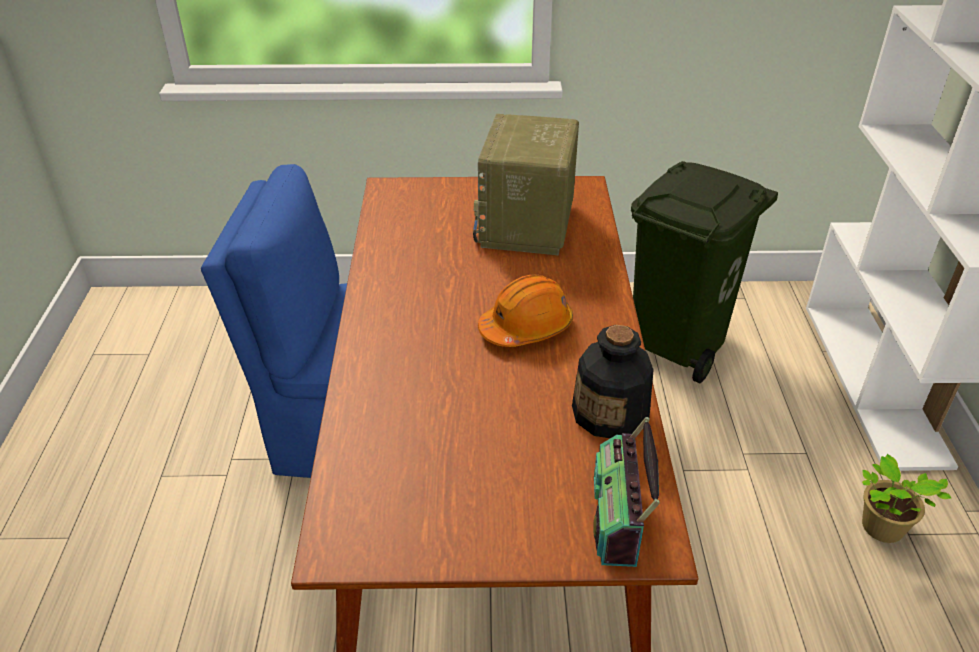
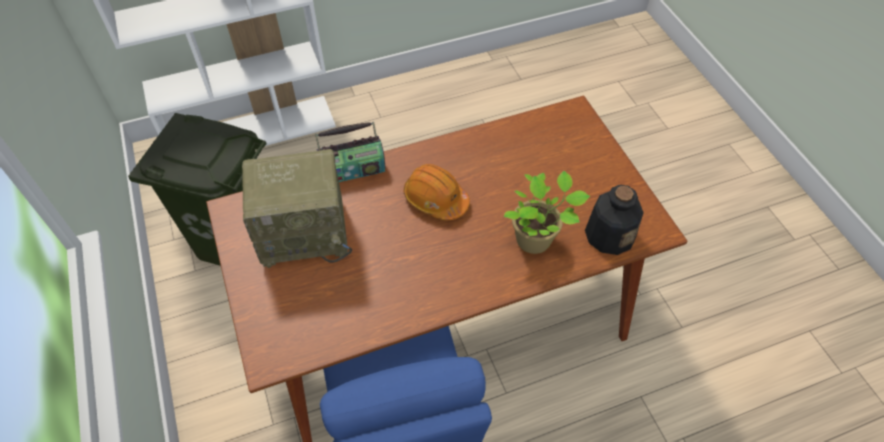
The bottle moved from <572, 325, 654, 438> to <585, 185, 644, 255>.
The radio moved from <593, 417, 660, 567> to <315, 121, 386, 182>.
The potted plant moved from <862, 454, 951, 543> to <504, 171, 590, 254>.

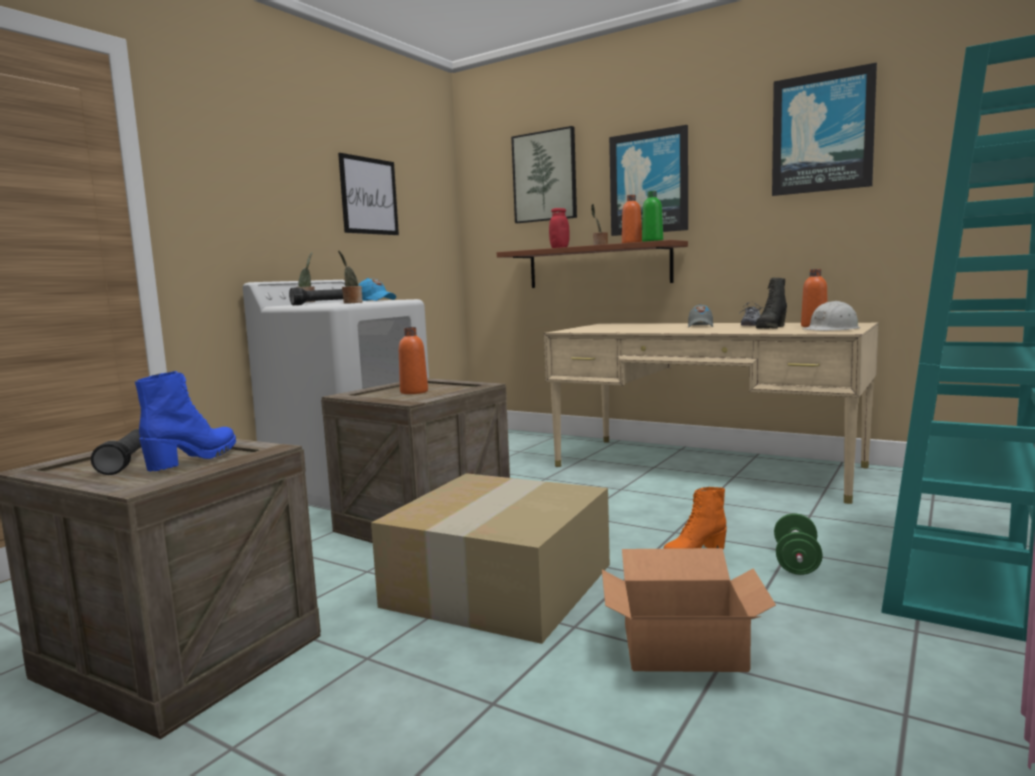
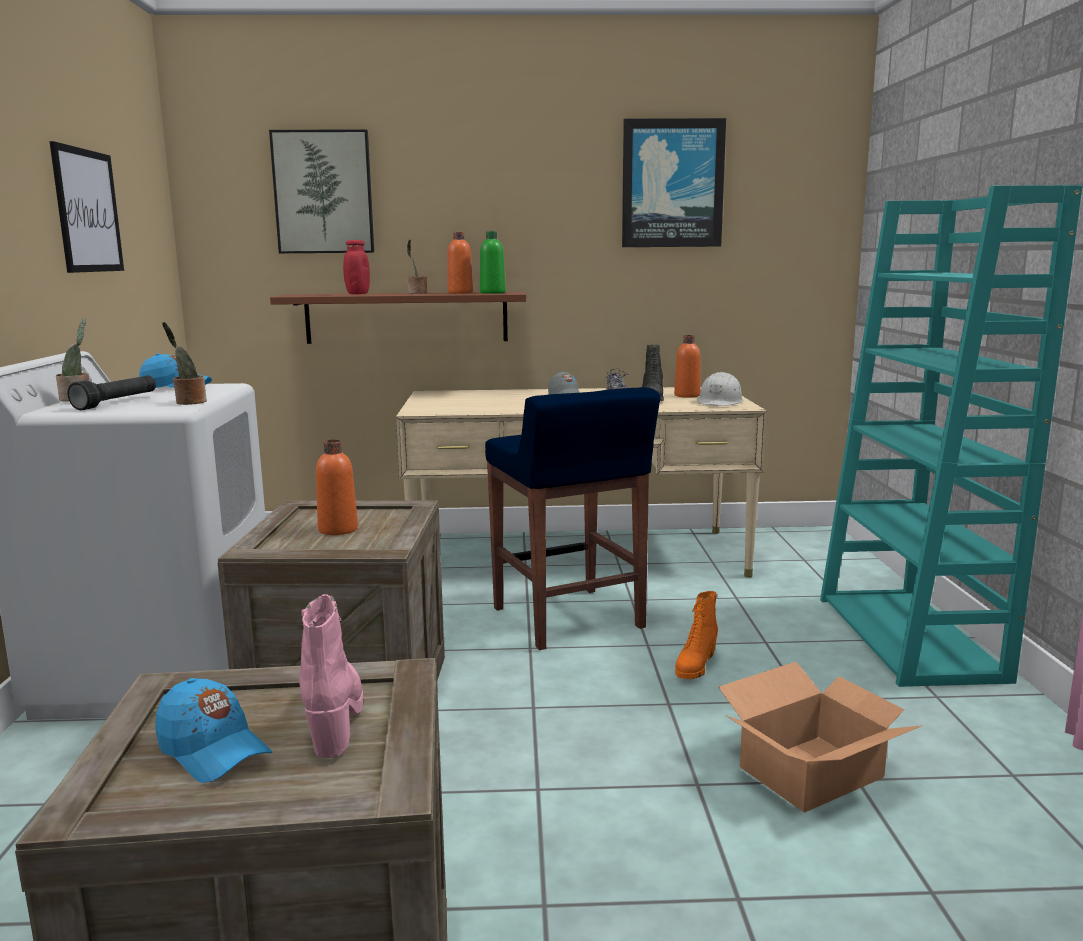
The torch (blackish) at <91, 429, 141, 475> was replaced by the cap (bluish) at <155, 678, 273, 783>.
The boot (bluish) at <135, 371, 236, 471> became the boot (pink-coloured) at <299, 594, 364, 758>.
The packing box at <371, 473, 610, 644> disappeared.
The picture at <609, 125, 688, 236> disappeared.
The hand weight (greenish) at <774, 513, 823, 575> disappeared.
The stool seat (bluish) at <485, 387, 660, 650> appeared.

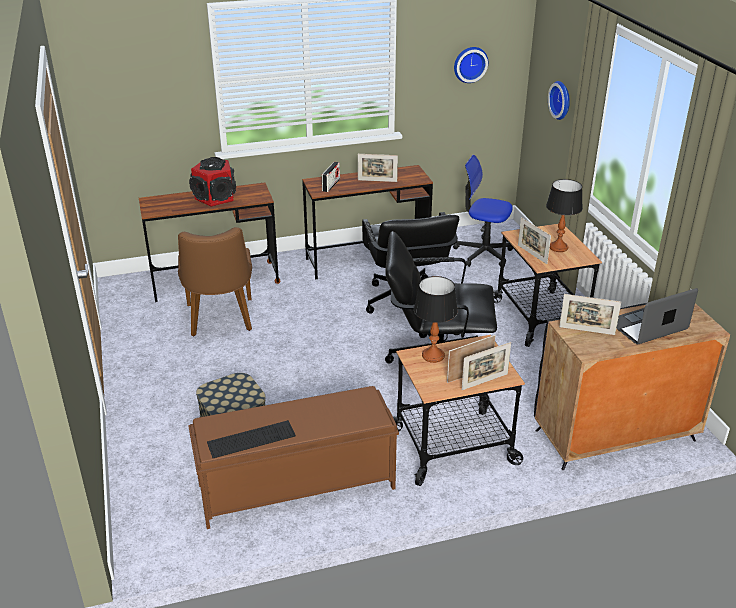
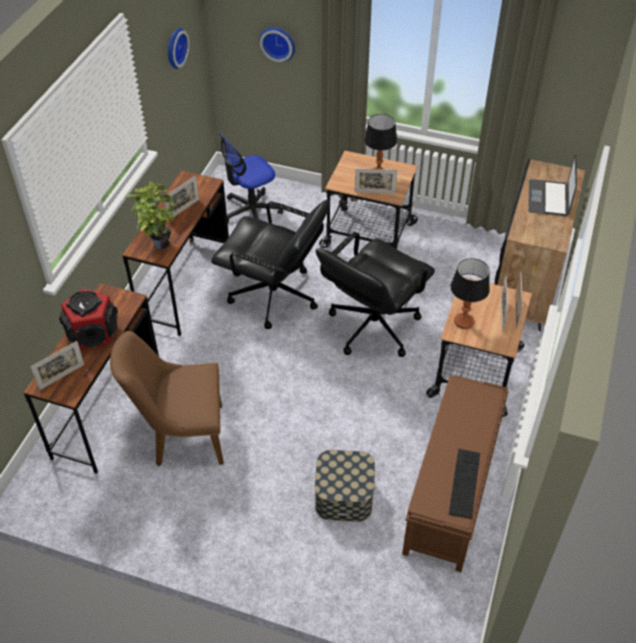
The chair (brown) at <178, 227, 252, 337> turned 150 degrees clockwise.
The radio at <322, 162, 340, 192> was replaced by the potted plant at <124, 181, 175, 249>.
The picture frame moved from <559, 294, 621, 335> to <31, 341, 84, 390>.

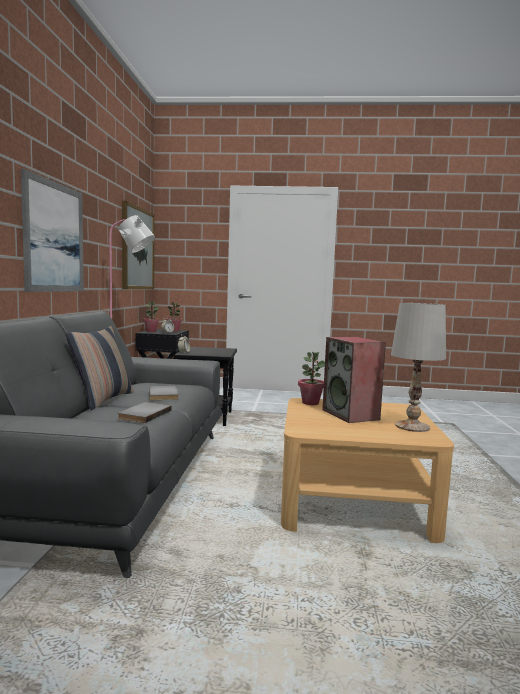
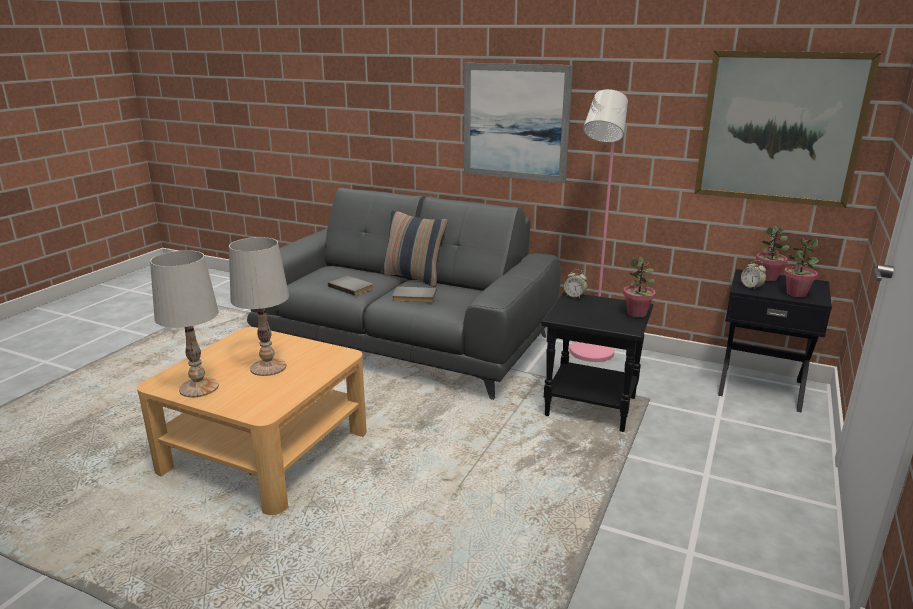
The potted plant moved from <298, 352, 325, 405> to <623, 257, 656, 317>.
The loudspeaker at <322, 337, 386, 423> was replaced by the tabletop lamp (white) at <229, 237, 289, 376>.

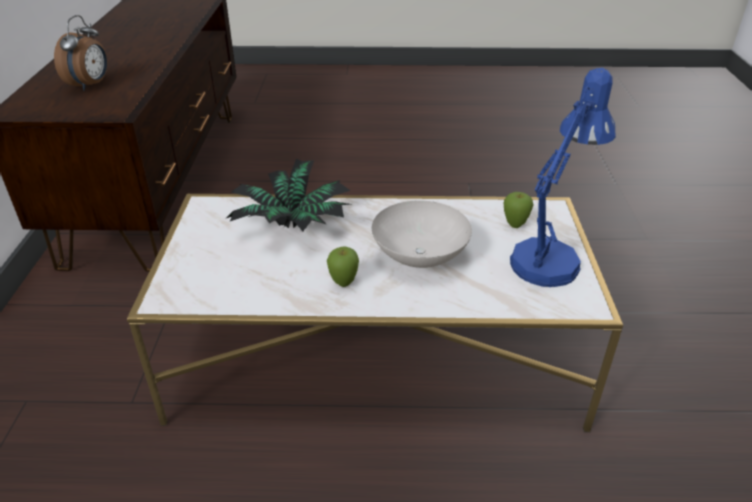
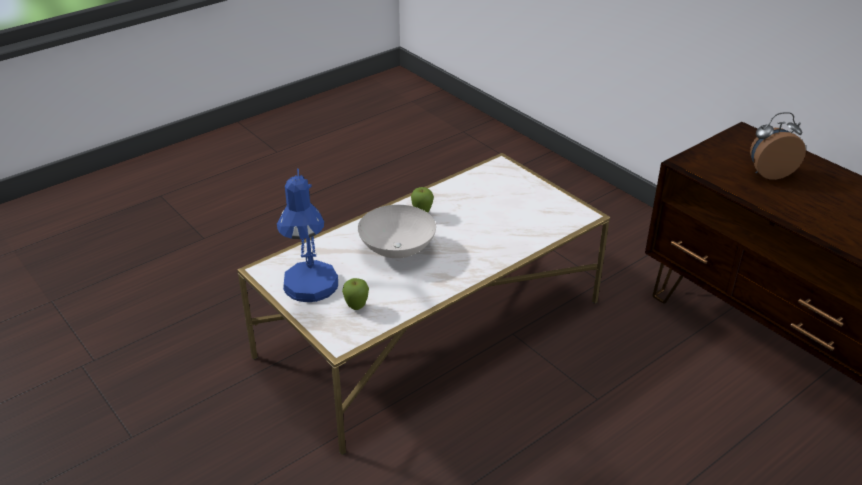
The alarm clock at <54, 15, 107, 91> turned 105 degrees clockwise.
The potted plant at <225, 158, 351, 231> disappeared.

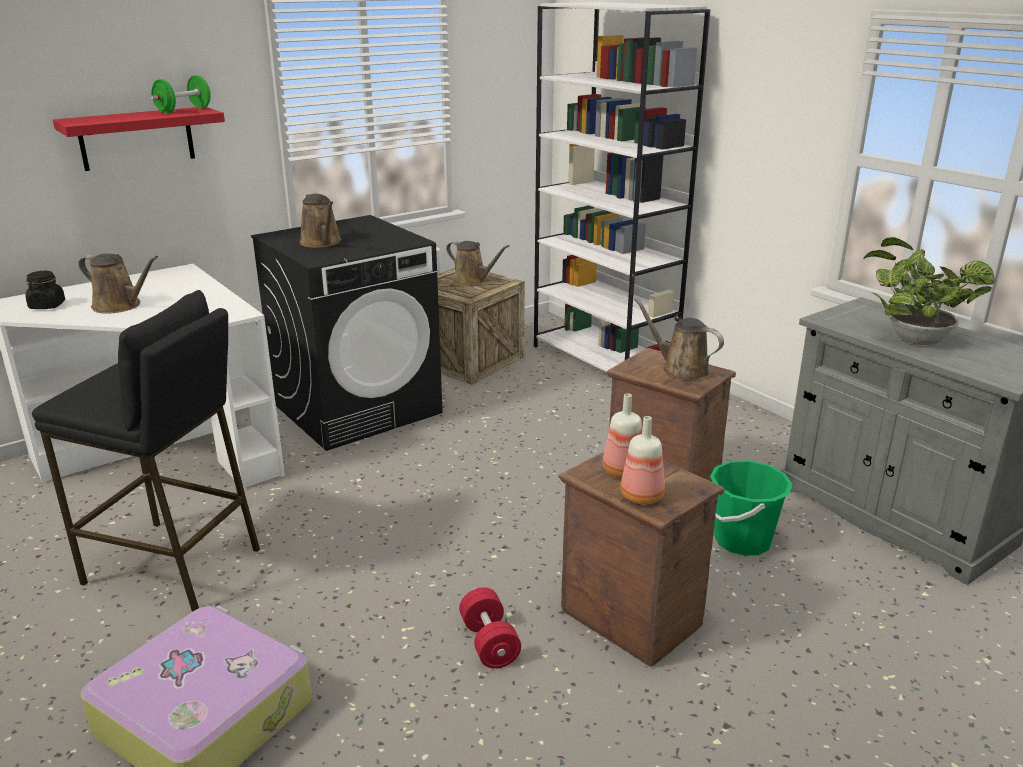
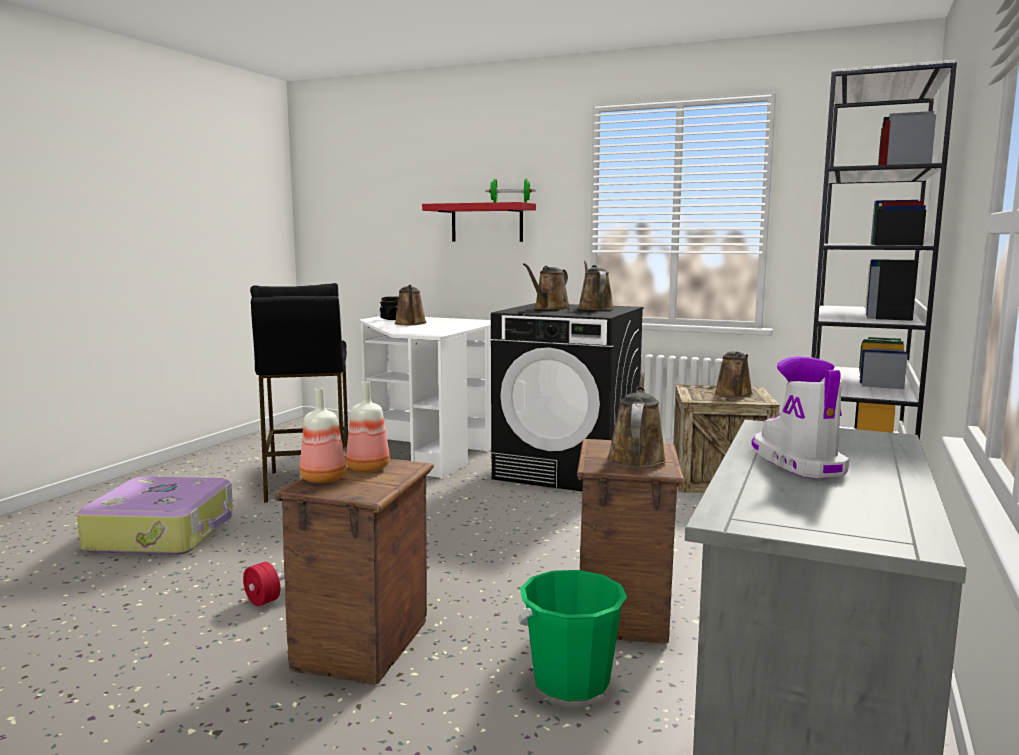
The potted plant at <863, 237, 995, 345> was replaced by the boot at <752, 356, 849, 479>.
The watering pot (brown) at <578, 261, 614, 310> appeared.

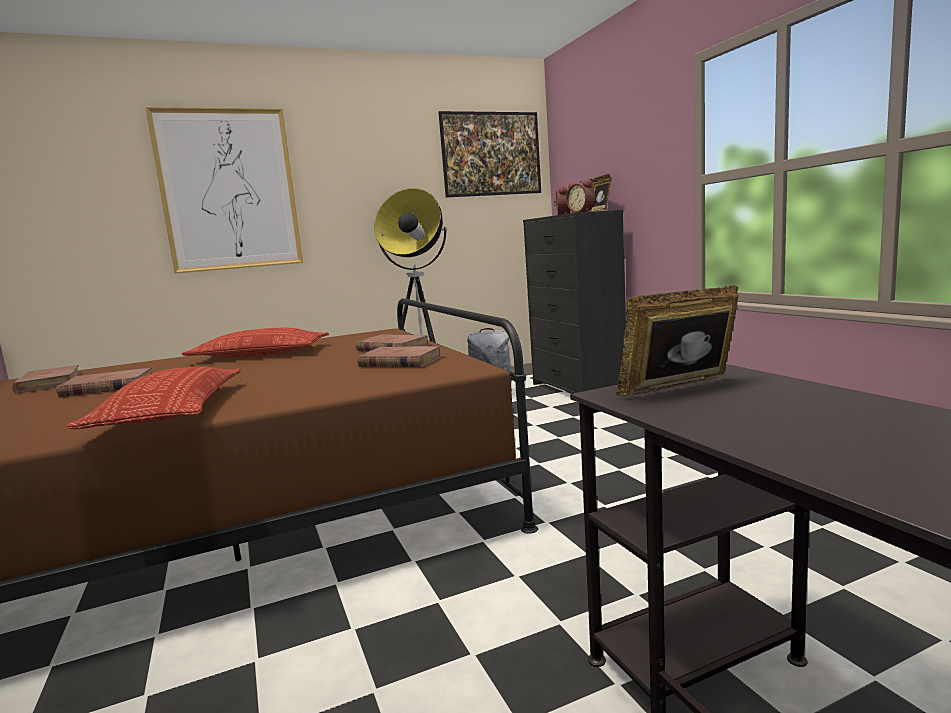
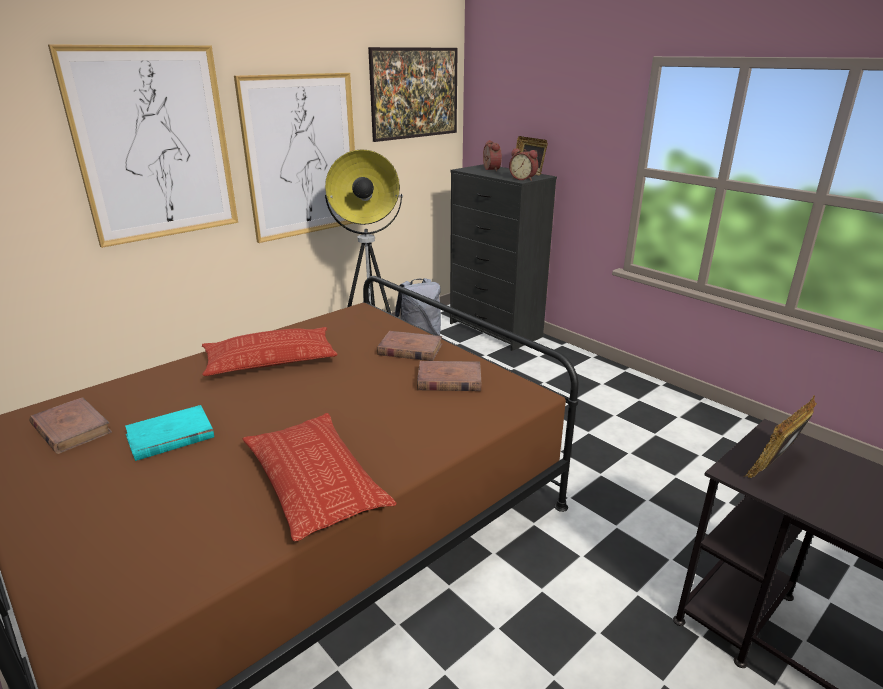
The book (brown) at <56, 367, 152, 398> became the book (blue-green) at <125, 405, 214, 461>.
The picture at <234, 73, 355, 243> appeared.

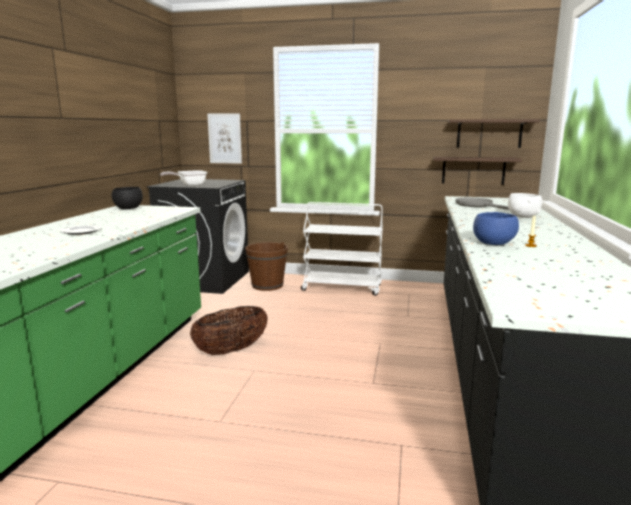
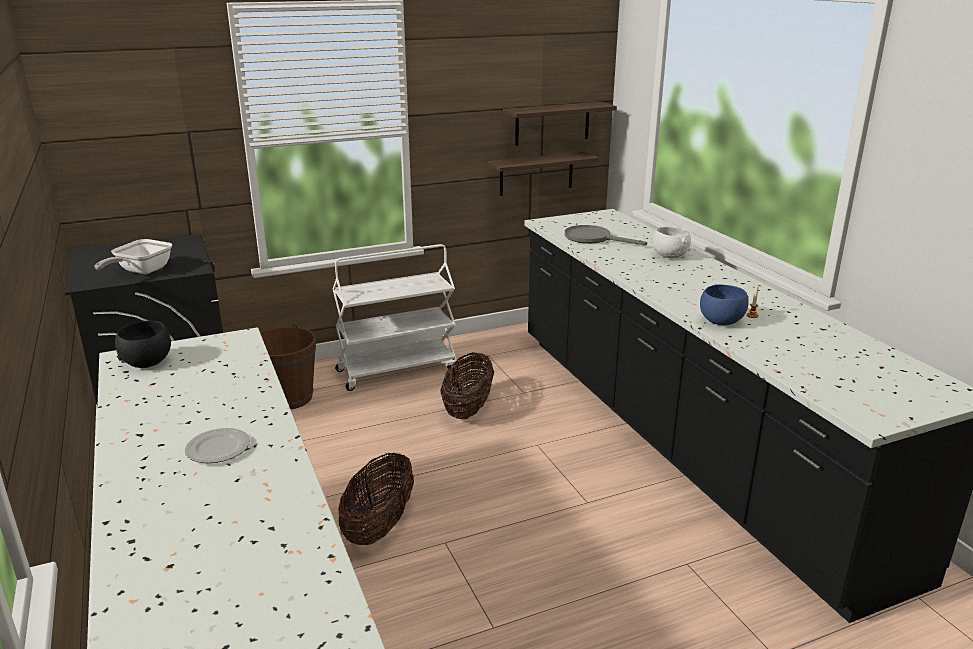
The picture at <207, 113, 242, 164> disappeared.
The storage basket at <440, 352, 494, 419> appeared.

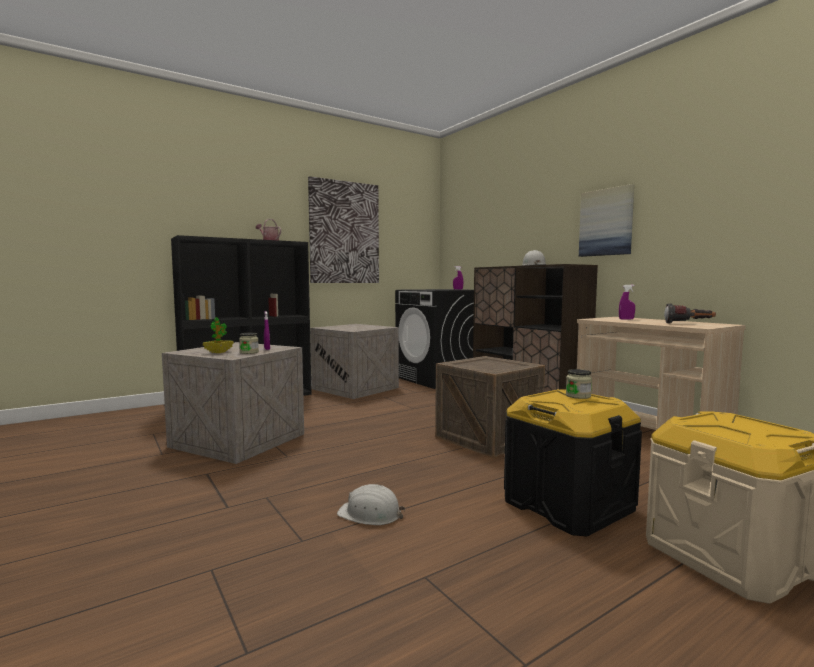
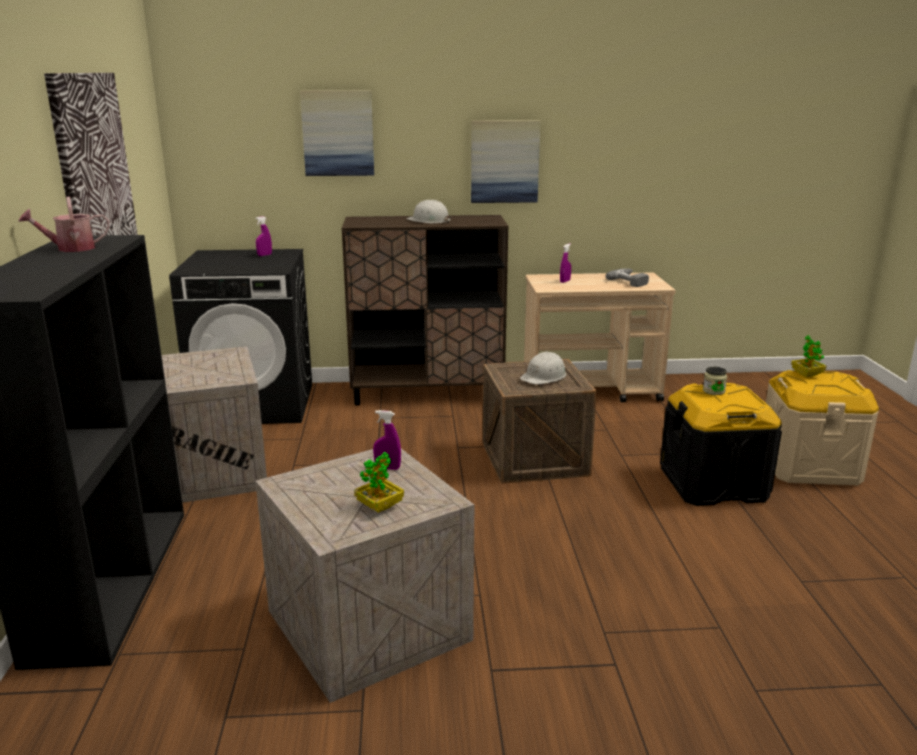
The preserve jar at <239, 333, 259, 354> disappeared.
The safety helmet (white) moved from <337, 484, 405, 525> to <520, 351, 567, 385>.
The torch at <664, 303, 716, 324> was replaced by the electric drill at <606, 268, 649, 287>.
The picture at <300, 91, 374, 176> appeared.
The potted plant at <791, 335, 827, 377> appeared.

